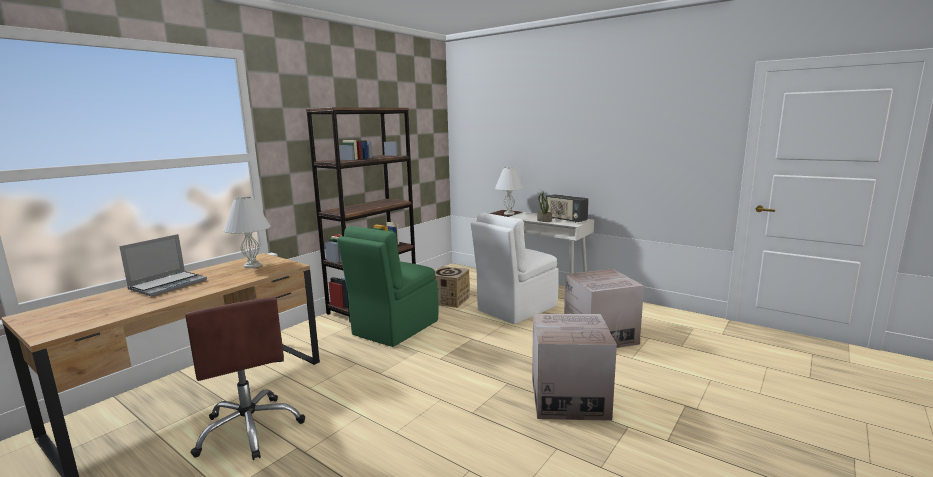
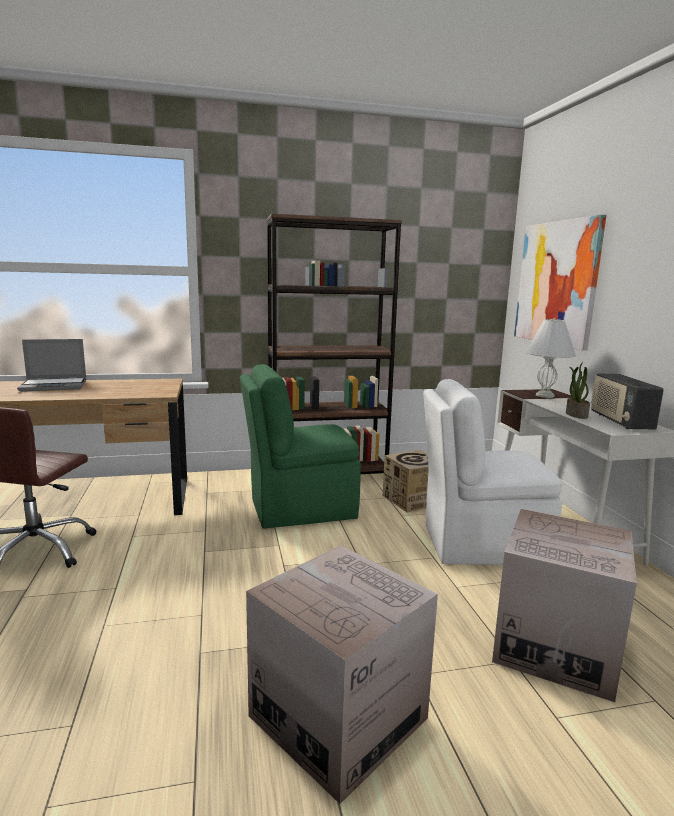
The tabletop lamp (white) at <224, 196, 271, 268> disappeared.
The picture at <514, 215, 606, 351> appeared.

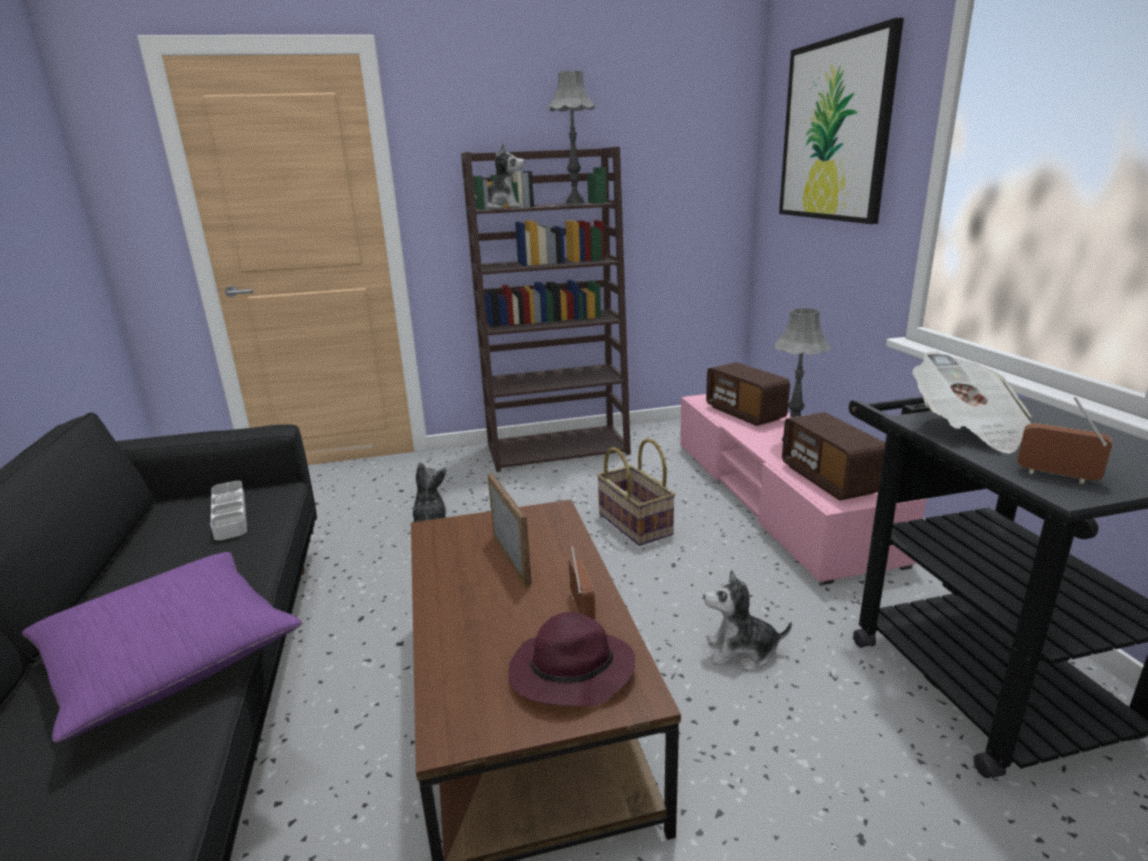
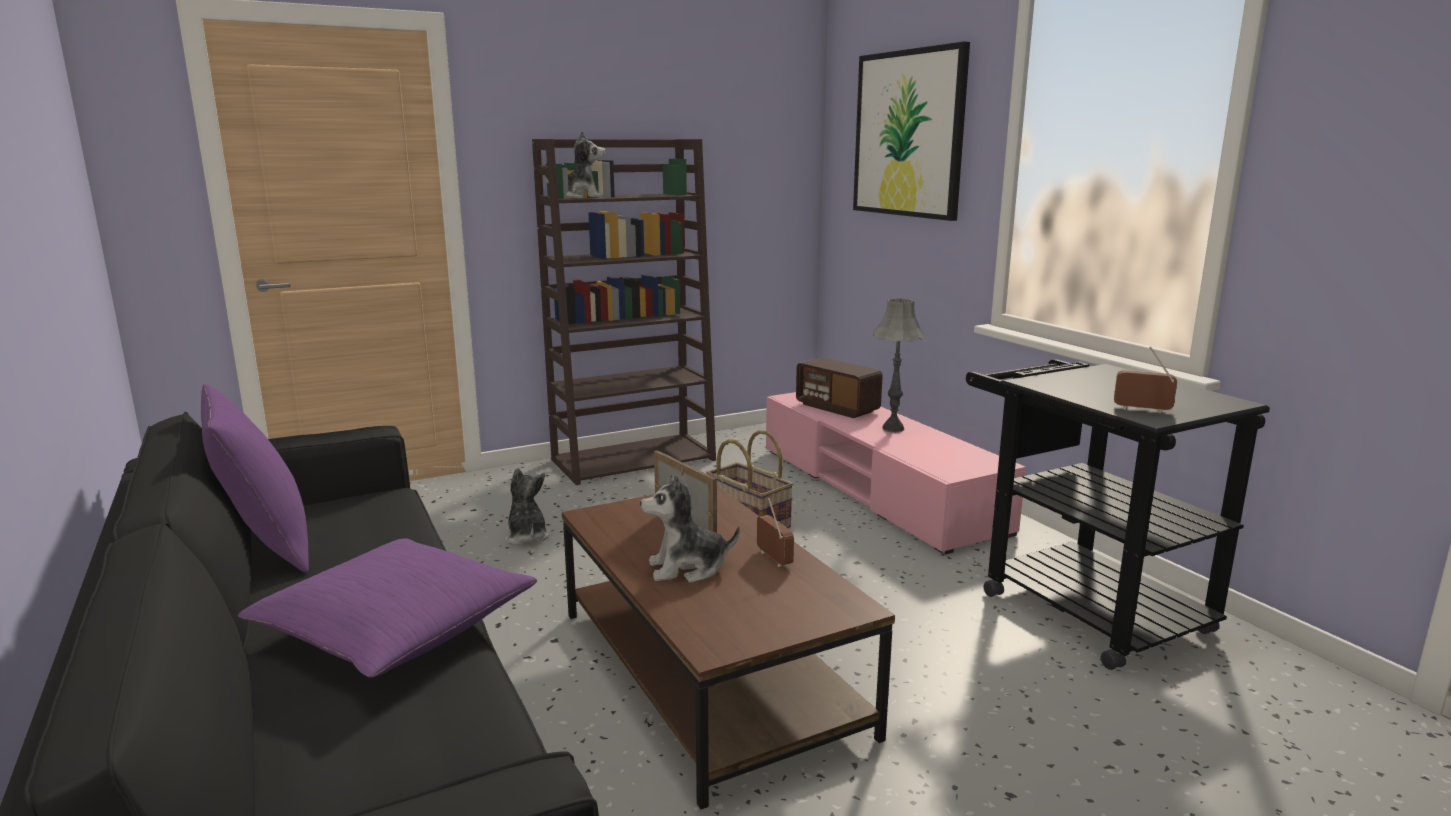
The carrying tray (grey) at <211, 481, 247, 540> disappeared.
The hat (purple) at <508, 612, 636, 706> disappeared.
The tabletop lamp (grey) at <548, 71, 595, 205> disappeared.
The soft toy moved from <703, 570, 792, 671> to <640, 475, 740, 583>.
The radio at <782, 412, 885, 501> disappeared.
The daily paper at <912, 351, 1031, 454> disappeared.
The cushion (purple) at <201, 384, 309, 573> appeared.

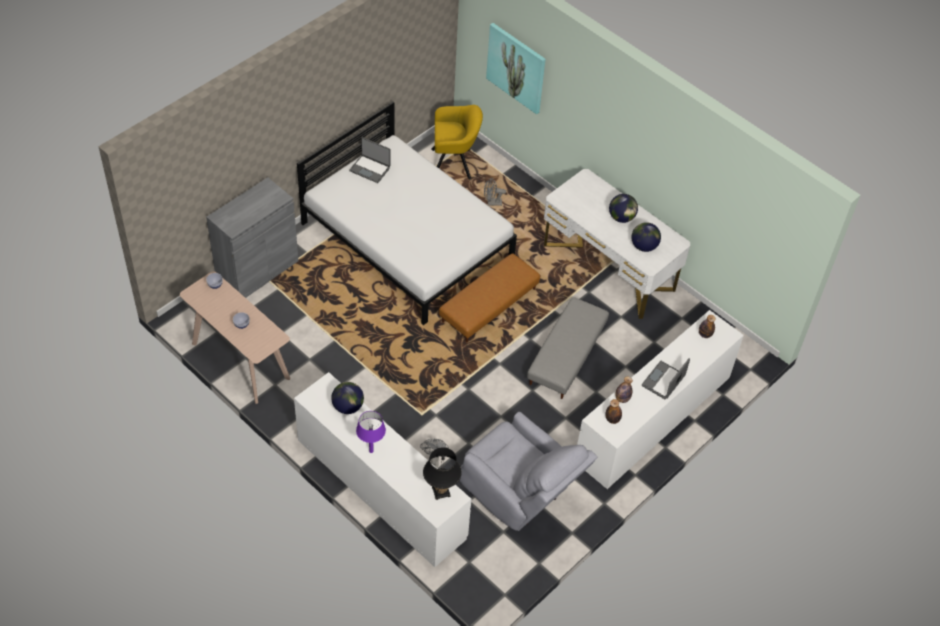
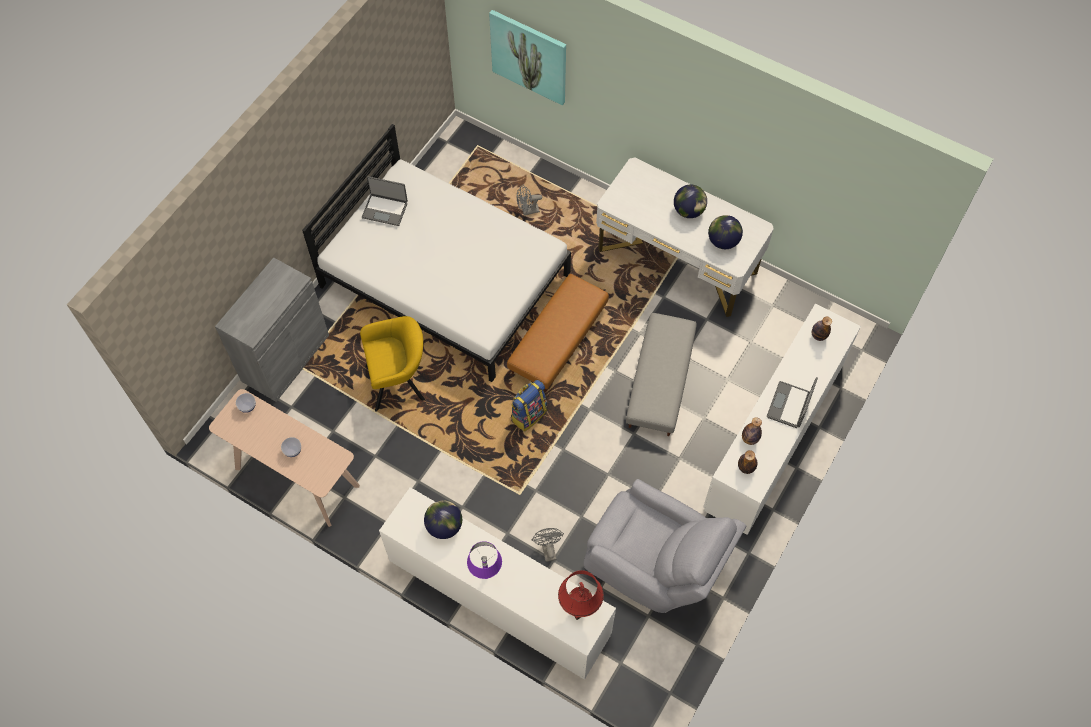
The tabletop lamp (blackish) at <423, 447, 462, 500> became the tabletop lamp (red) at <558, 570, 604, 620>.
The easy chair (yellow-coloured) moved from <431, 105, 483, 180> to <360, 316, 425, 412>.
The rucksack at <511, 380, 547, 432> appeared.

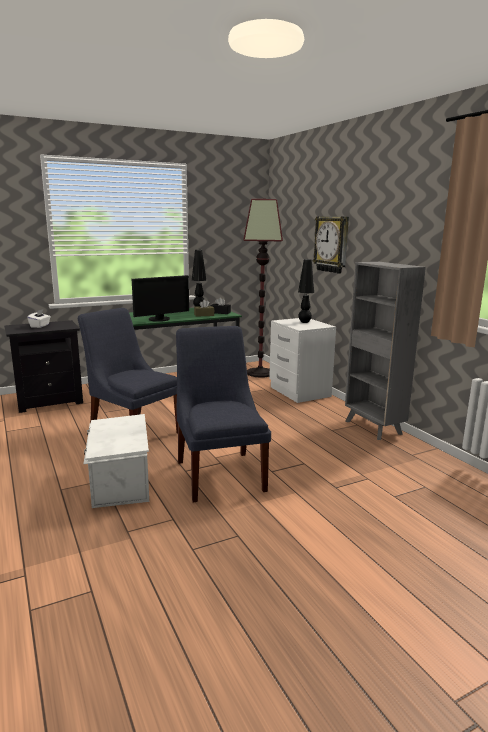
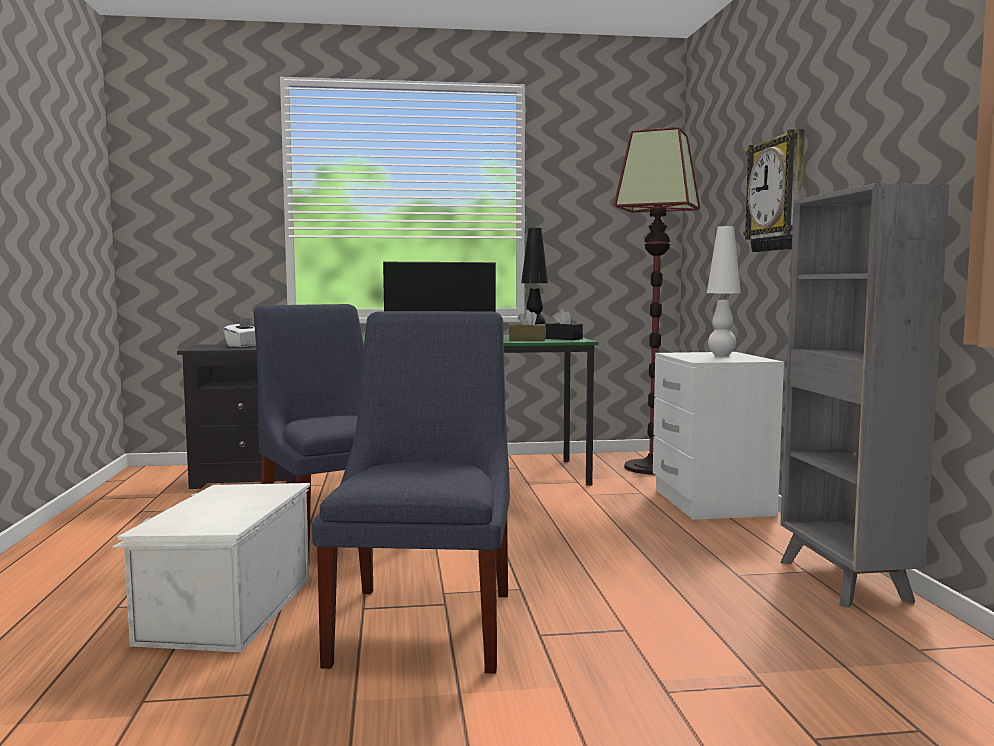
The tabletop lamp (blackish) at <298, 259, 314, 323> became the tabletop lamp (white) at <707, 226, 741, 356>.

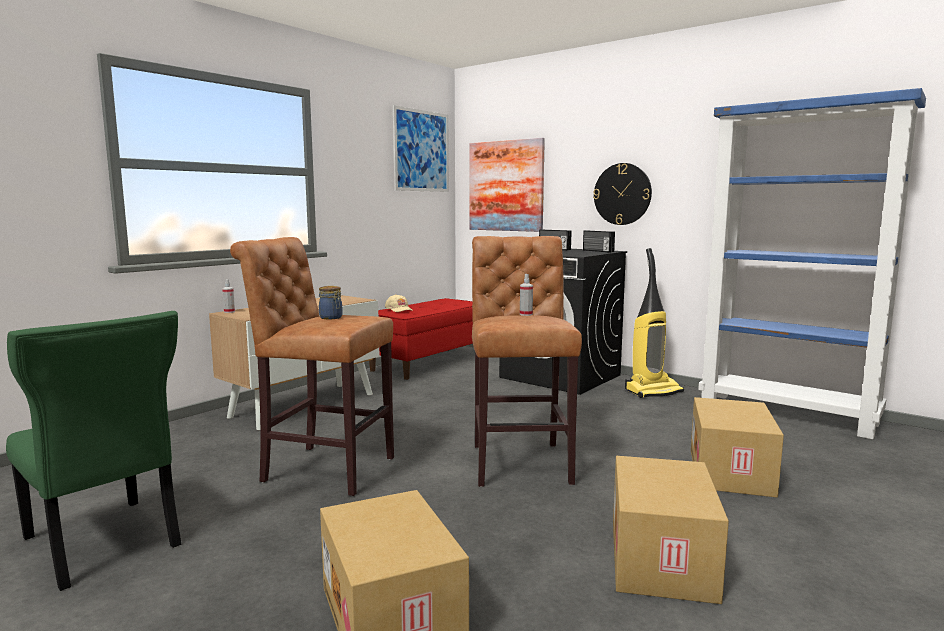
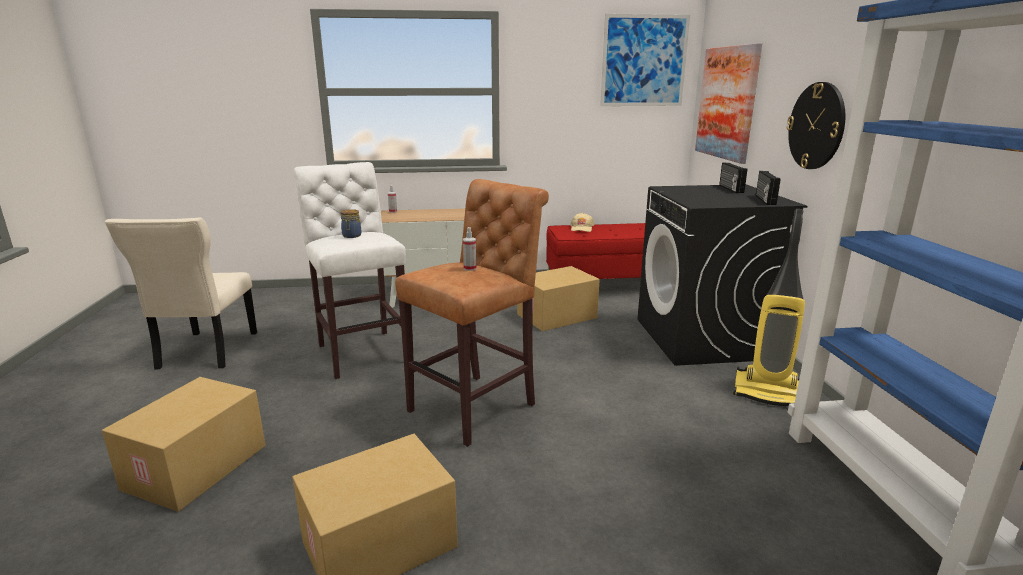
The chair (greenish) at <6, 311, 182, 591> became the chair (beige) at <105, 218, 257, 369>.
The stool seat (brown) at <230, 237, 394, 496> became the stool seat (white) at <293, 162, 406, 379>.
The packing box moved from <691, 397, 784, 498> to <517, 266, 600, 331>.

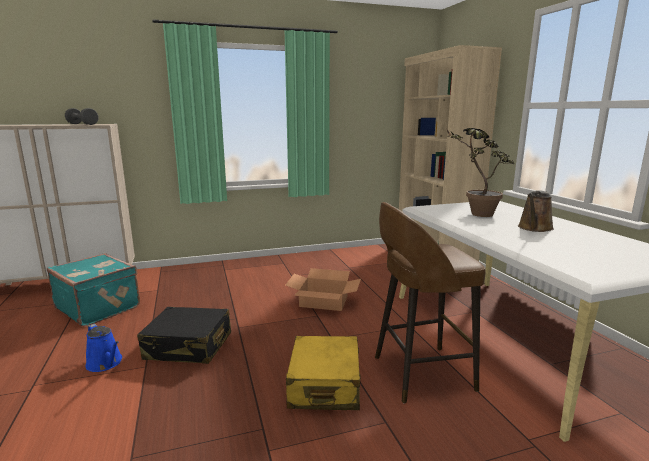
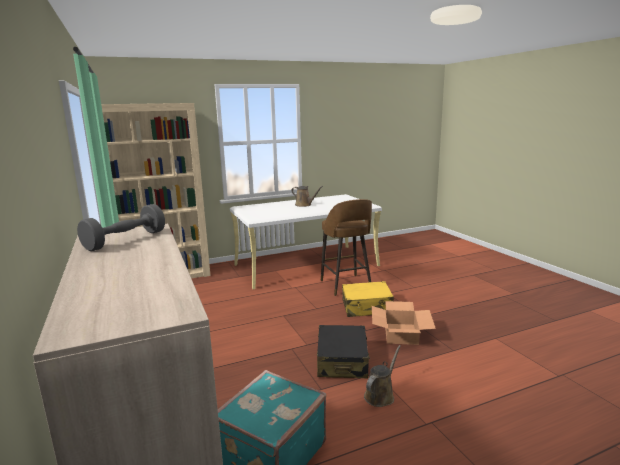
The watering pot (bluish) at <85, 324, 122, 372> became the watering pot (brown) at <364, 345, 401, 407>.
The packing box moved from <286, 268, 361, 311> to <372, 301, 436, 345>.
The potted plant at <447, 128, 514, 217> disappeared.

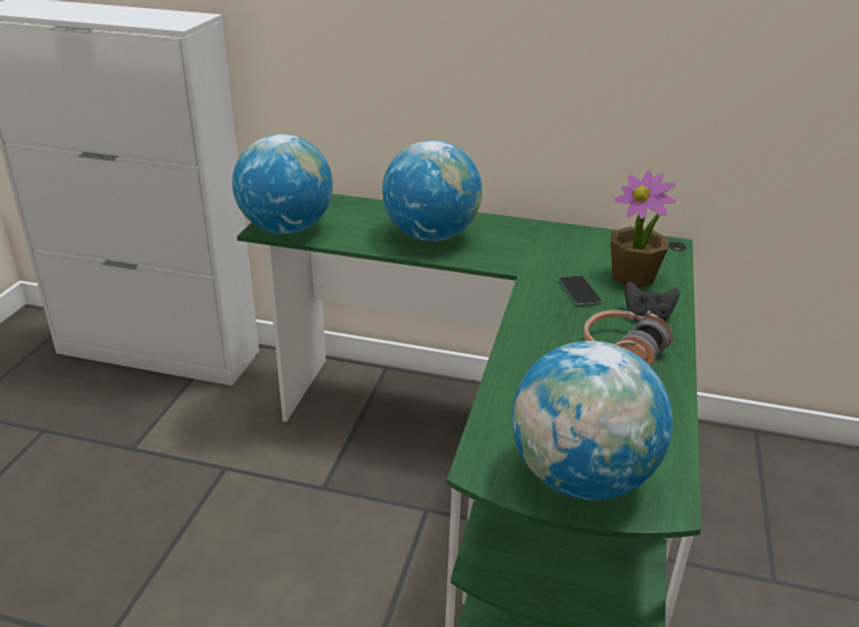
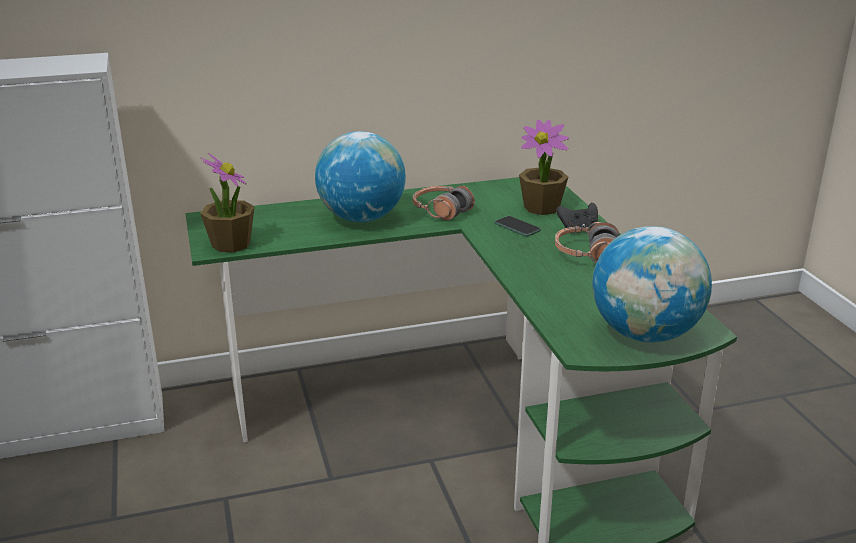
The desk globe at <232, 134, 333, 234> was replaced by the potted plant at <200, 153, 255, 252>.
The pair of headphones at <413, 186, 475, 220> appeared.

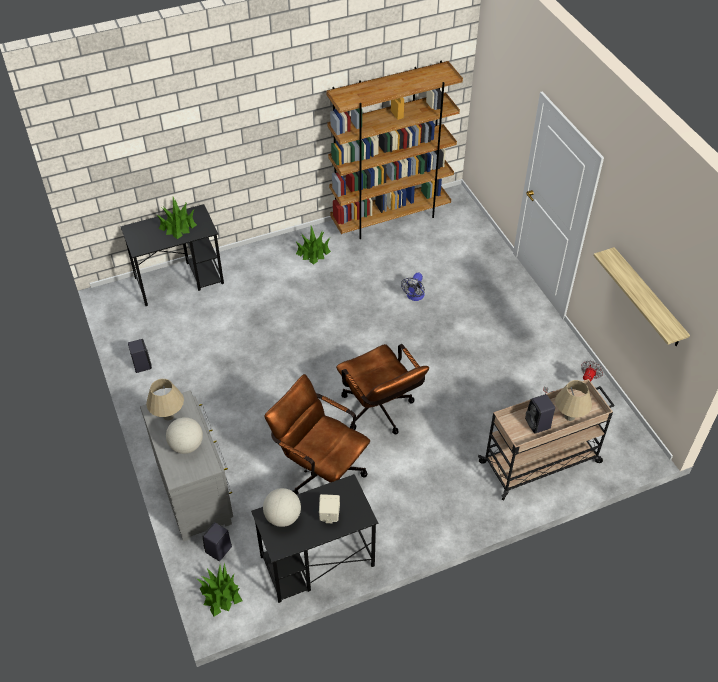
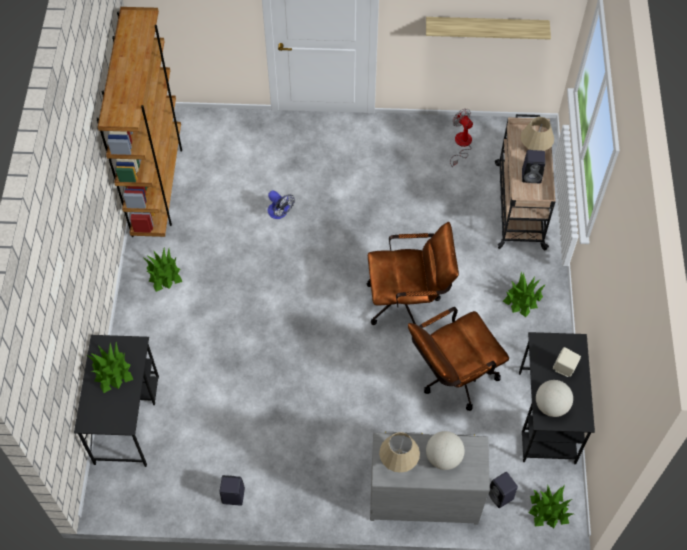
The potted plant at <503, 272, 546, 317> appeared.

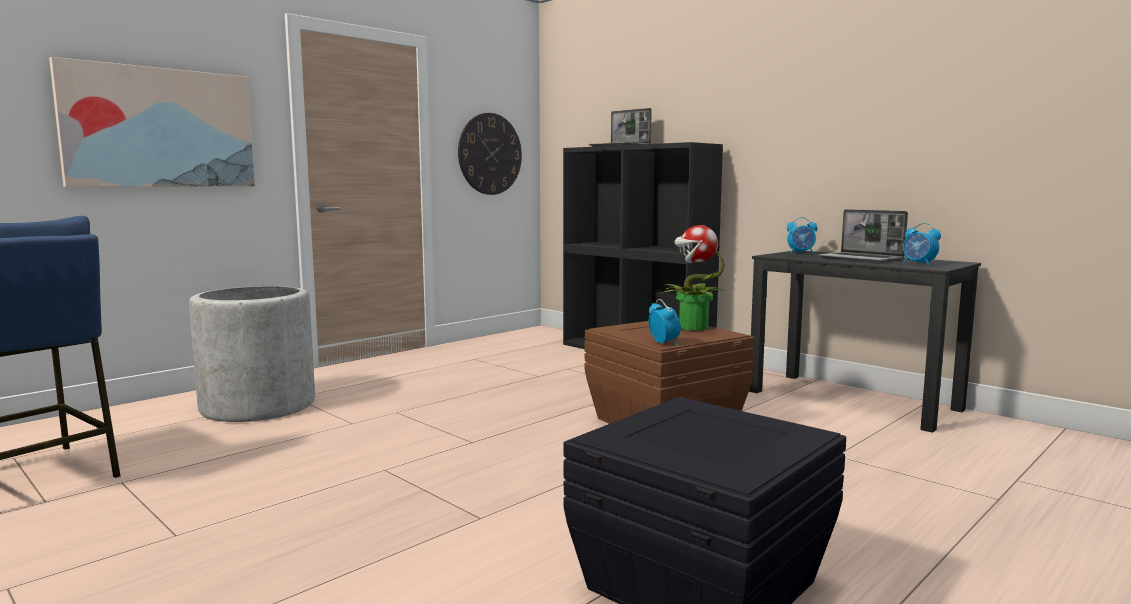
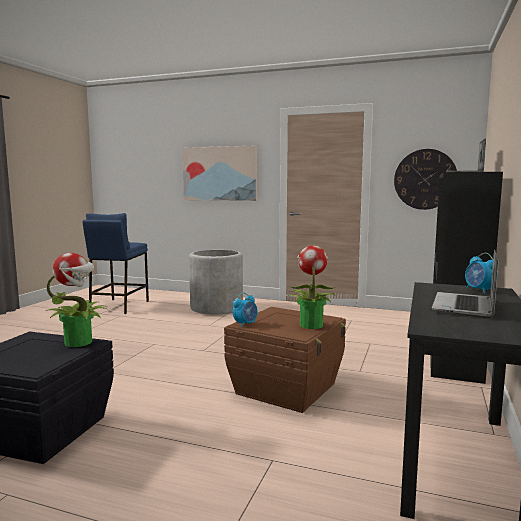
The alarm clock at <903, 223, 941, 265> disappeared.
The potted plant at <46, 253, 108, 347> appeared.

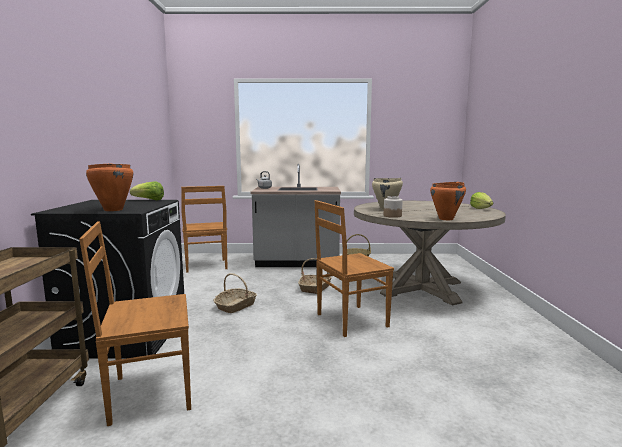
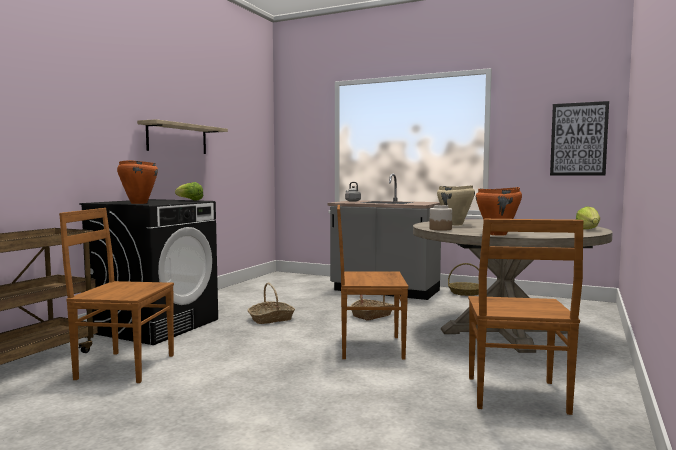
The chair (brown) moved from <181, 186, 227, 273> to <468, 219, 584, 415>.
The wall shelf at <137, 119, 228, 154> appeared.
The picture at <550, 101, 609, 175> appeared.

